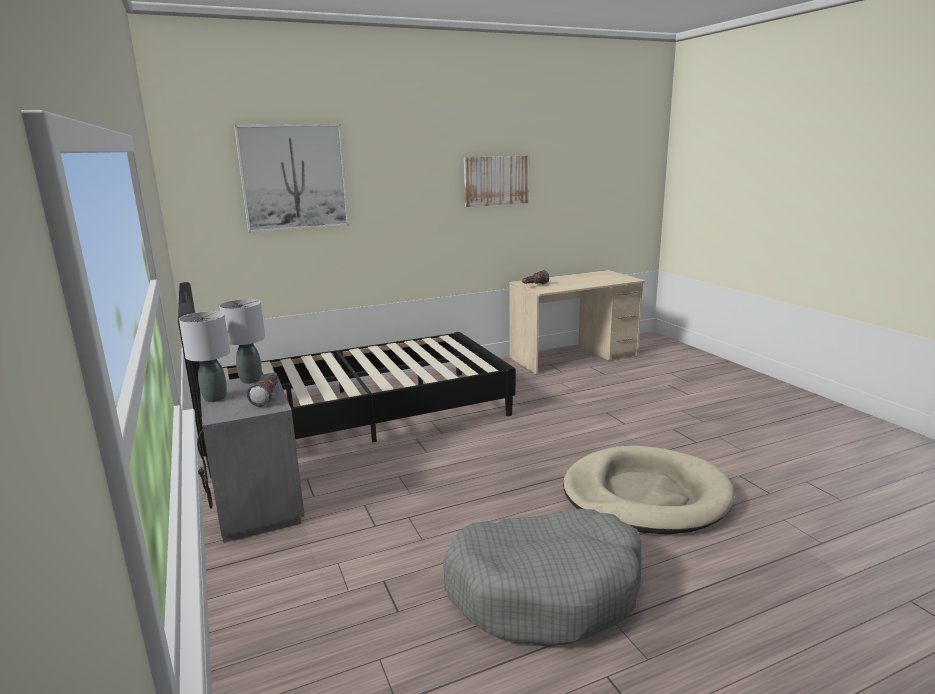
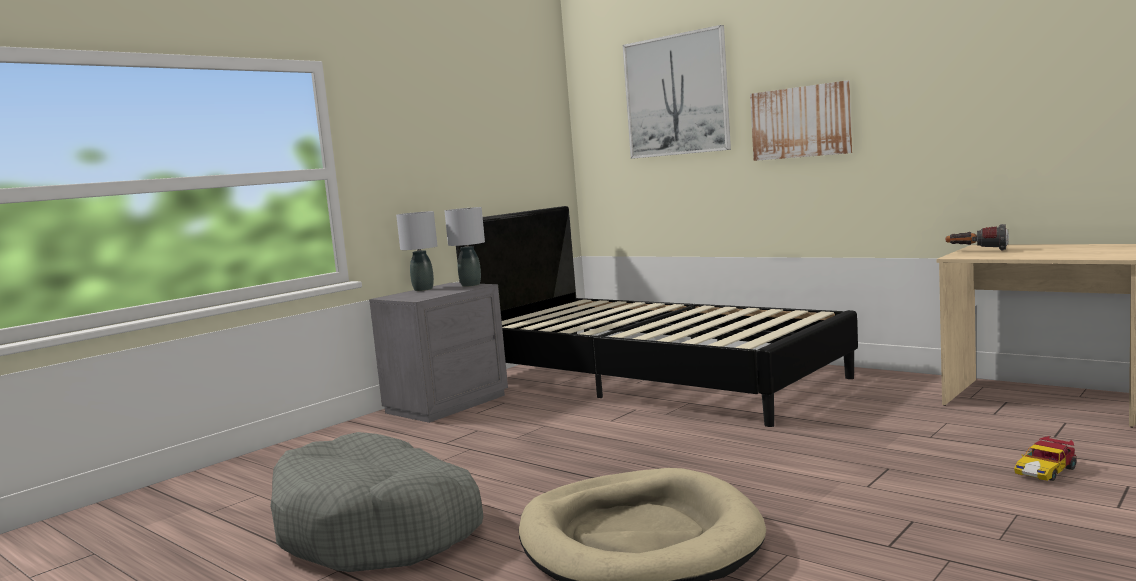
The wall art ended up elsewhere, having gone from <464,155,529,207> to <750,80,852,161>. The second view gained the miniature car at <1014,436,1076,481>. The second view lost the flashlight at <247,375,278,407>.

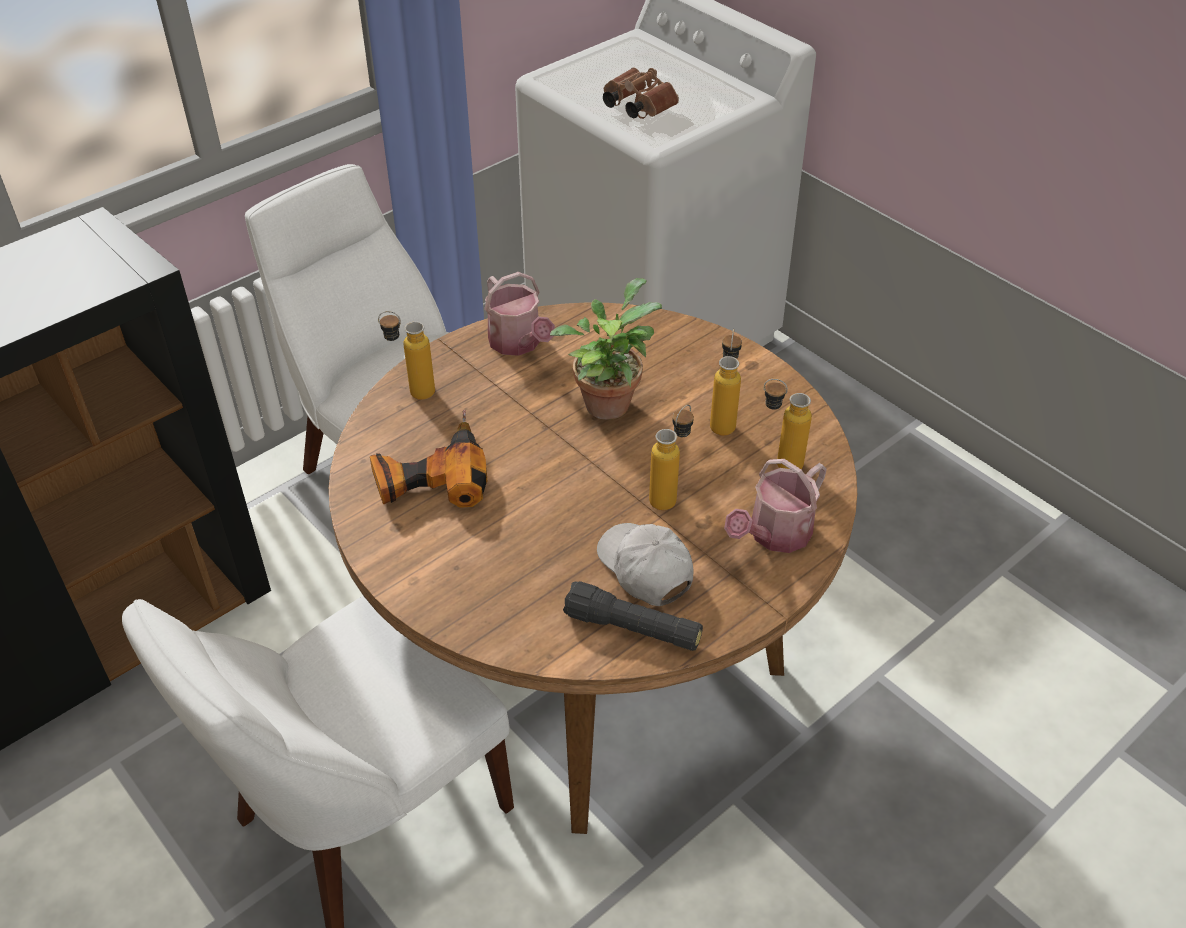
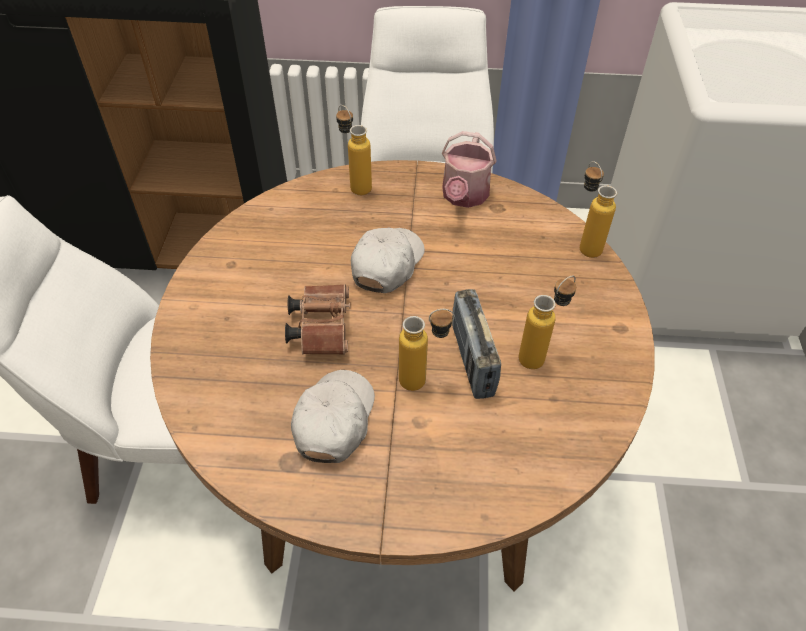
The brownish pair of binoculars ended up elsewhere, having gone from <603,67,679,119> to <285,284,350,355>. The second view gained the white-coloured peaked cap at <351,228,425,293>. The second view gained the radio receiver at <452,289,501,399>. The drink bottle ended up elsewhere, having gone from <764,379,812,469> to <580,161,617,258>. The second view lost the electric drill at <370,410,488,508>. The second view lost the plant in a pot at <550,278,662,420>. The second view lost the black-coloured flashlight at <563,581,703,651>. The second view lost the sprinkling can at <724,459,827,553>.

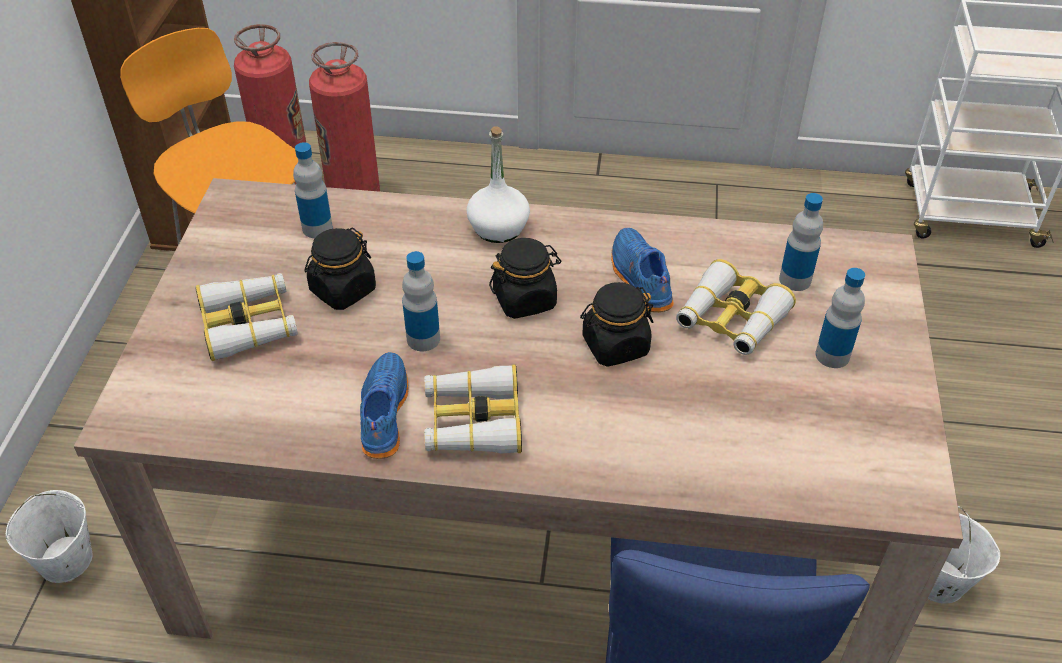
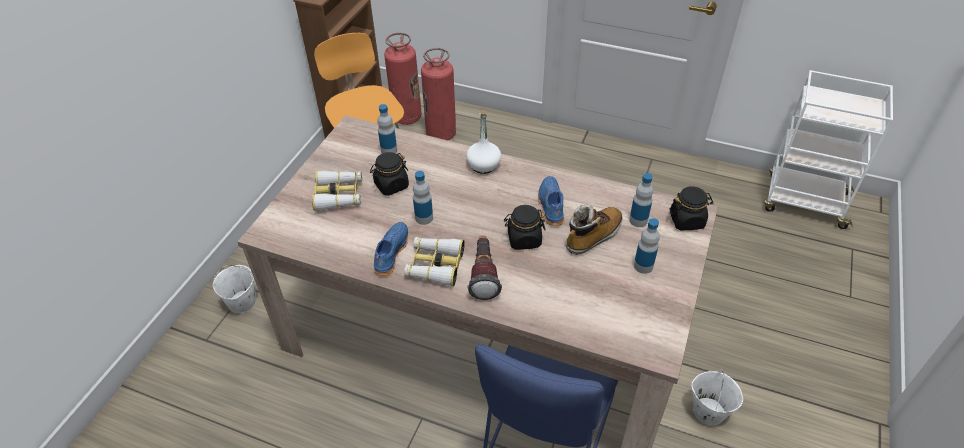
The second view gained the flashlight at <468,236,502,300>. Where the pair of binoculars stood at <676,259,796,355>, the high-top boot came to stand at <566,204,623,255>. The black-coloured storage jar ended up elsewhere, having gone from <489,238,561,319> to <669,186,713,230>.

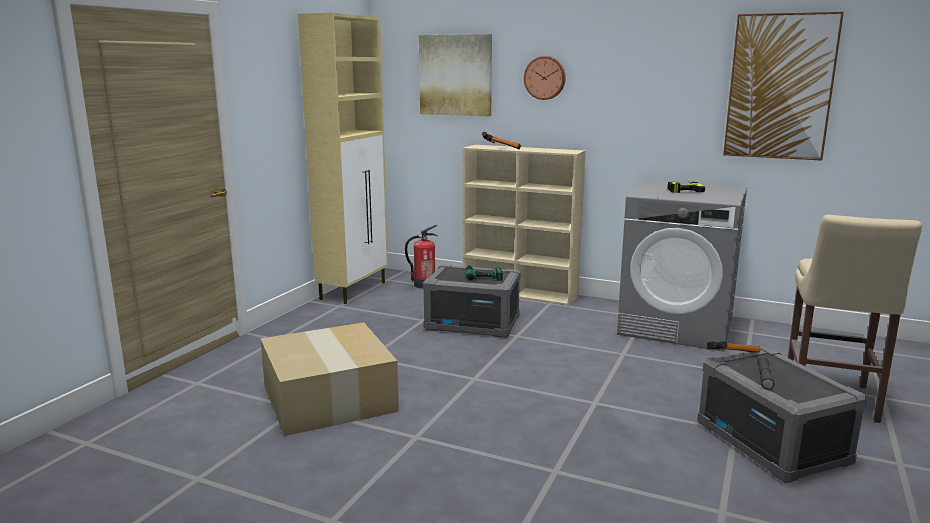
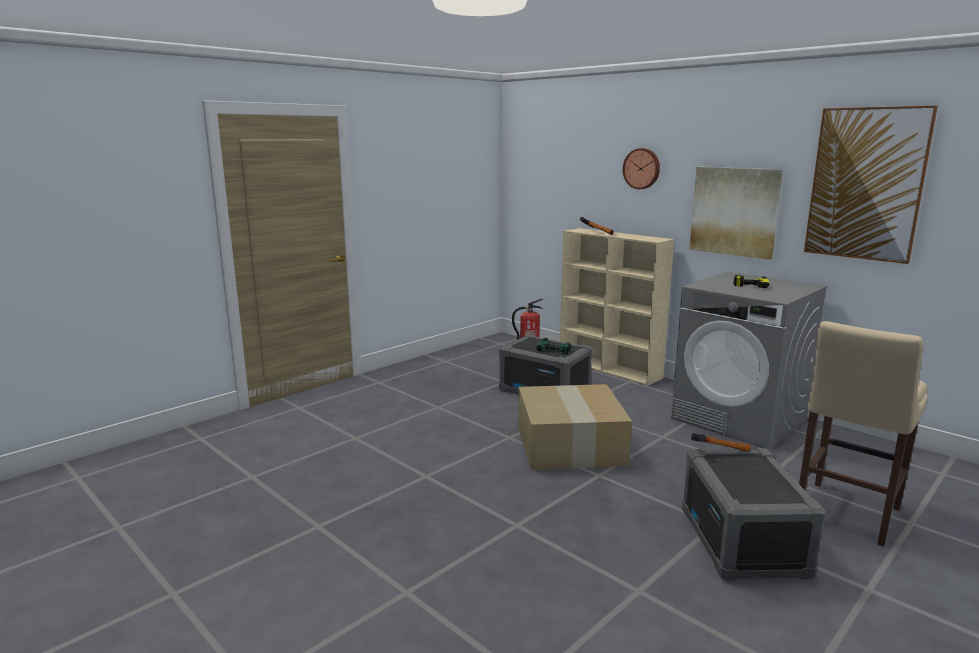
The cardboard box ended up elsewhere, having gone from <260,322,399,436> to <518,384,632,470>. The wall art ended up elsewhere, having gone from <419,34,492,116> to <690,167,783,260>. The second view lost the beige storage cabinet at <298,13,388,304>. The second view lost the grey flashlight at <757,355,775,390>.

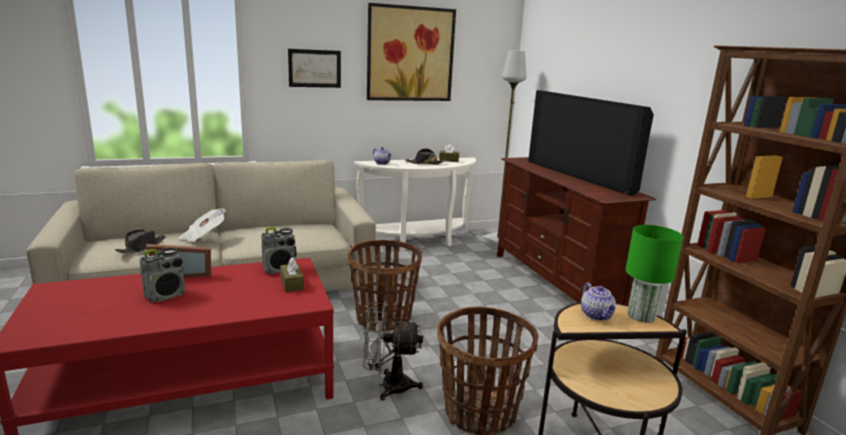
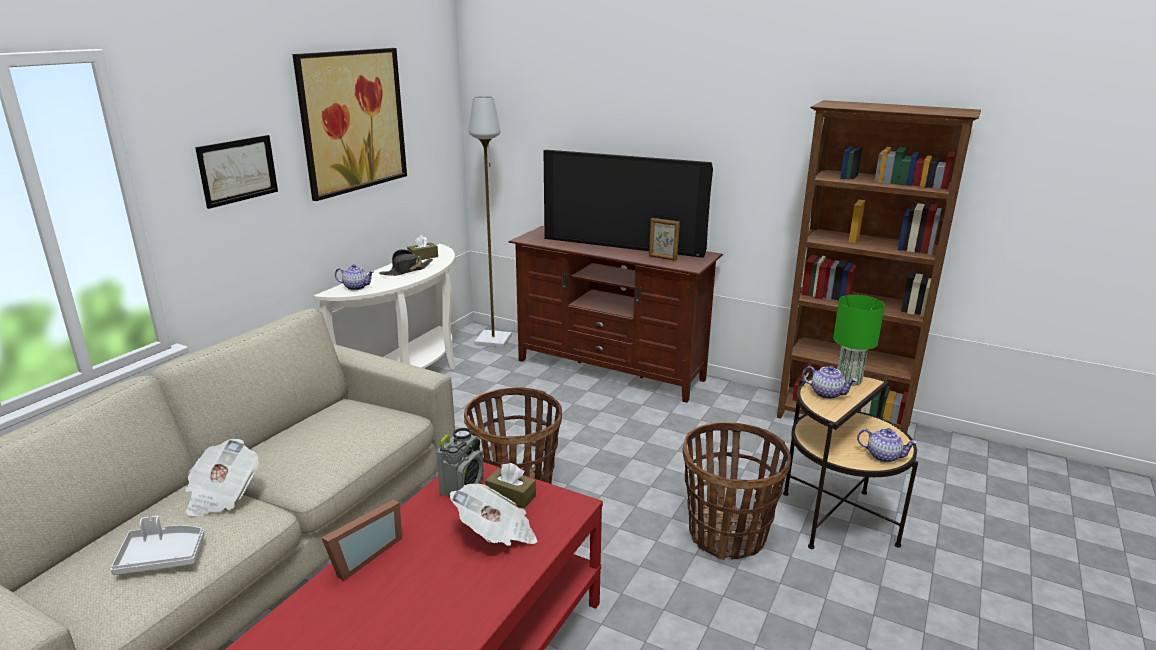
Where the black-coloured clothing hat stood at <115,229,166,254>, the grey tray came to stand at <111,516,205,575>. The second view gained the printed paper at <450,484,538,546>. The second view gained the picture frame at <649,218,680,261>. The second view gained the tea pot at <857,428,917,463>. The second view lost the radio receiver at <139,248,185,302>. The second view lost the grey electric fan at <362,302,423,401>.

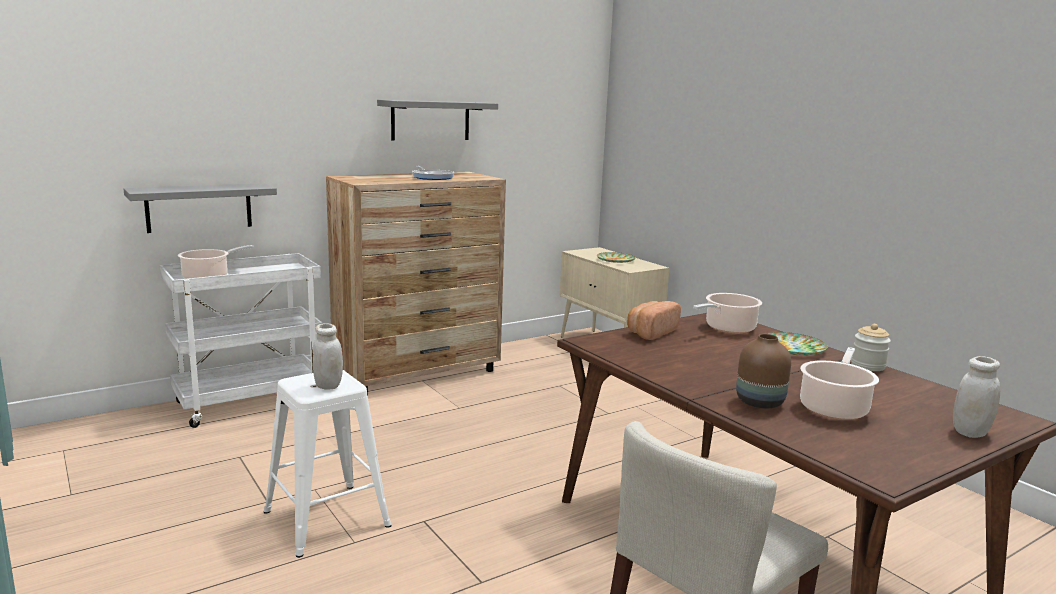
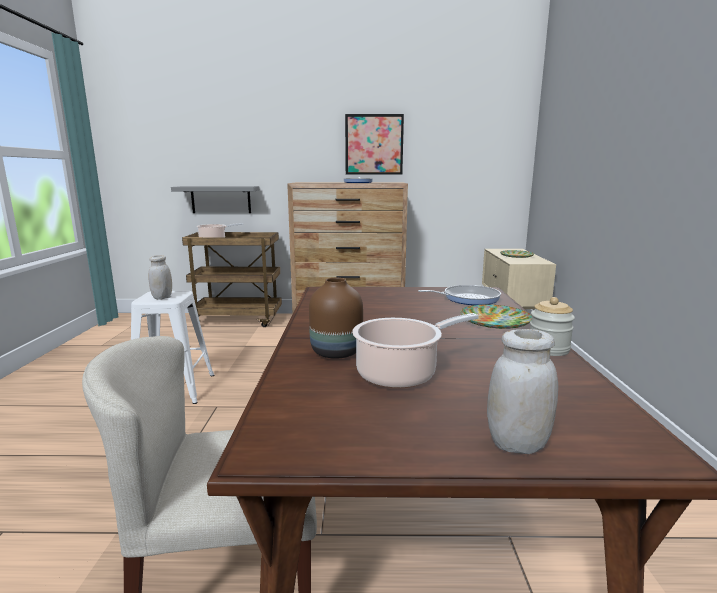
What was the white-coloured trolley at <160,253,323,428> turned into the brownish trolley at <182,232,282,327>. Where the grey bracket shelf hung at <377,100,498,140>, the wall art came to hang at <345,114,404,175>. Where the saucepot stood at <693,293,762,333>, the frying pan came to stand at <418,285,501,305>. The second view lost the baked bread at <627,301,681,340>.

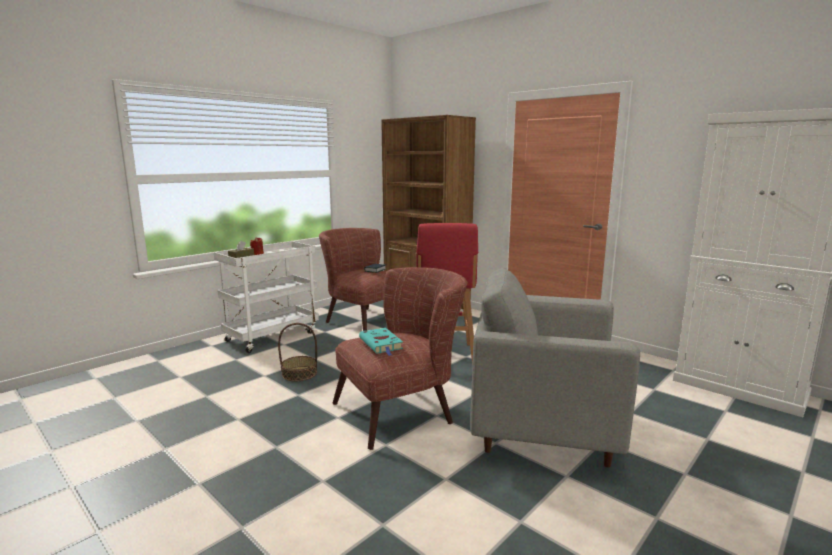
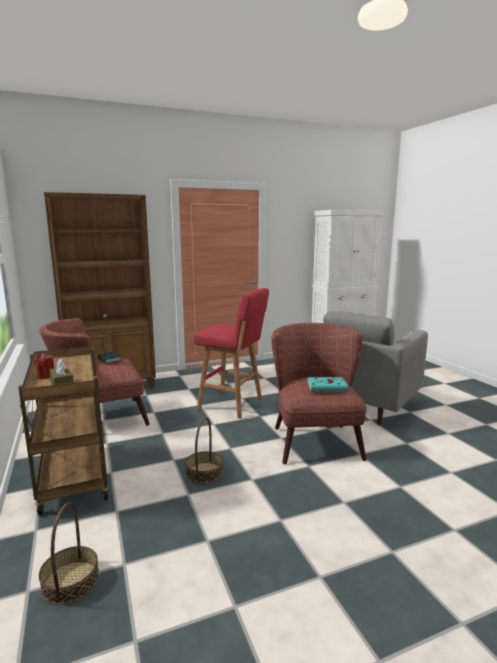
What was the white-coloured trolley at <214,241,319,353> turned into the brownish trolley at <18,346,109,515>. The second view gained the storage basket at <39,502,99,605>.

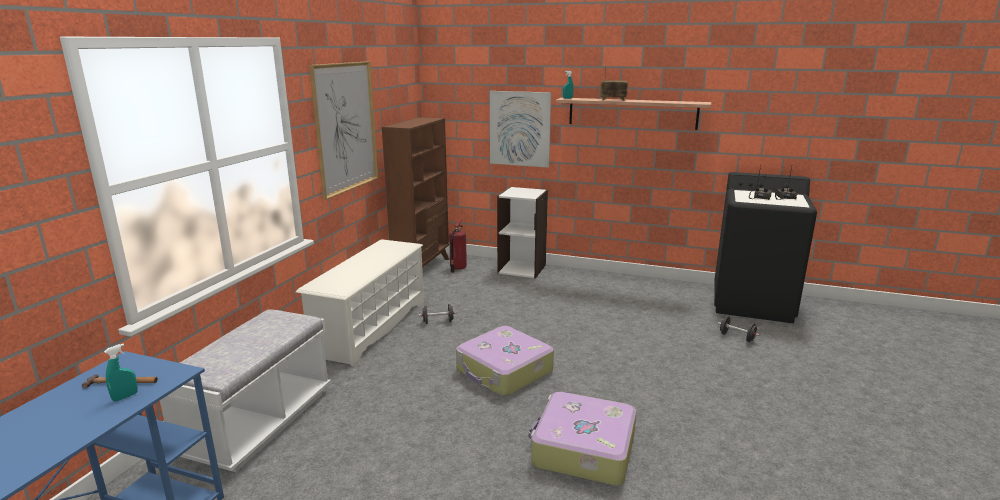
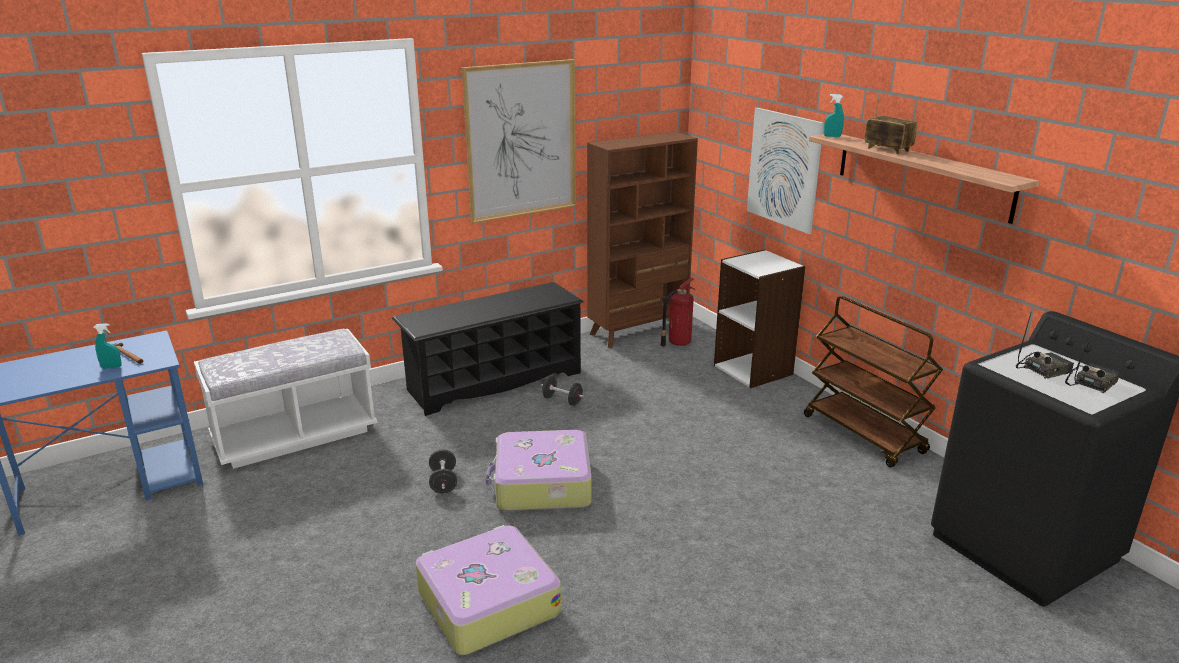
What was the white-coloured shoe stand at <296,239,424,367> turned into the black-coloured shoe stand at <392,282,584,416>. The black-coloured free weight ended up elsewhere, having gone from <718,316,760,342> to <429,449,457,494>. The second view gained the brownish trolley at <804,296,943,468>.

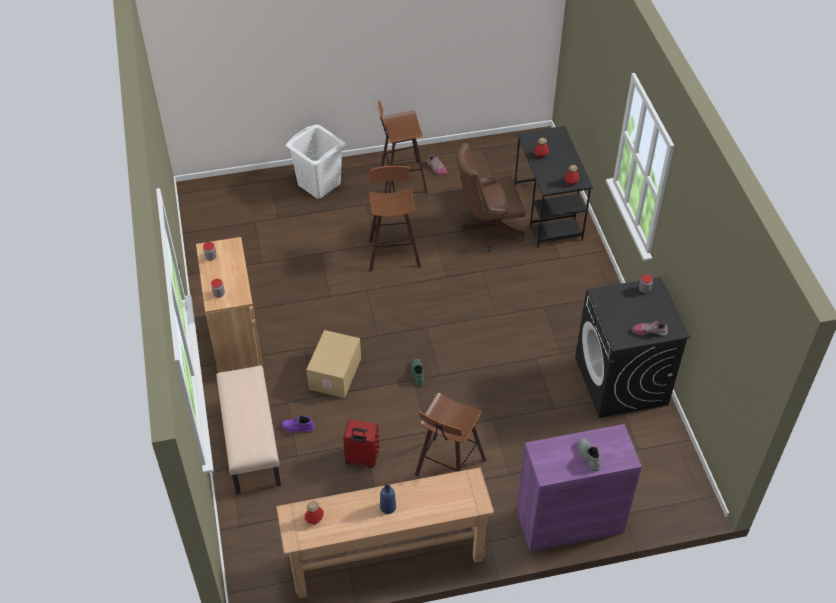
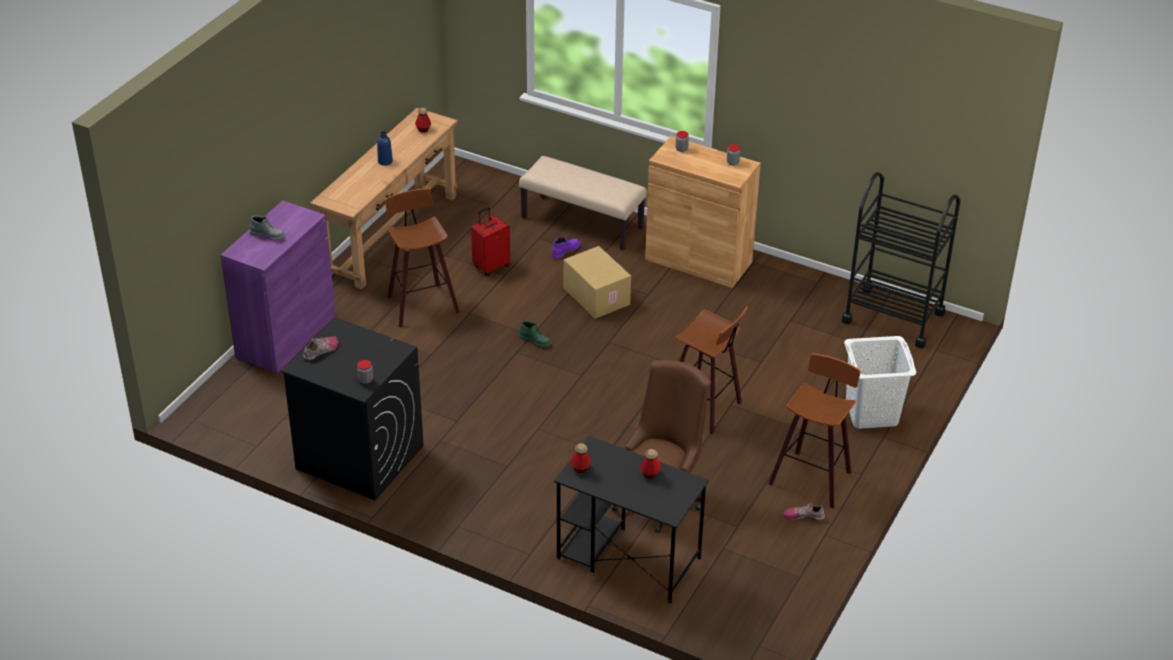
The second view gained the black-coloured trolley at <842,172,961,348>.

